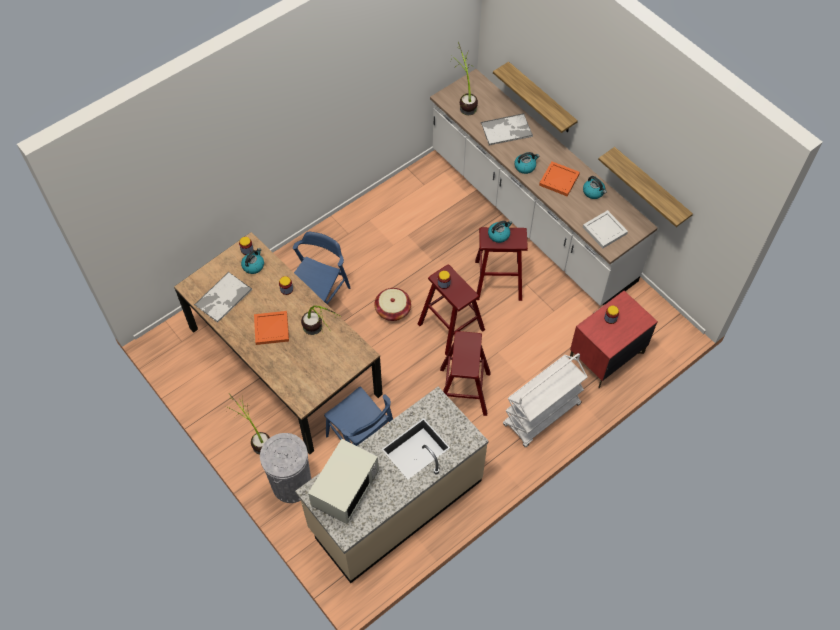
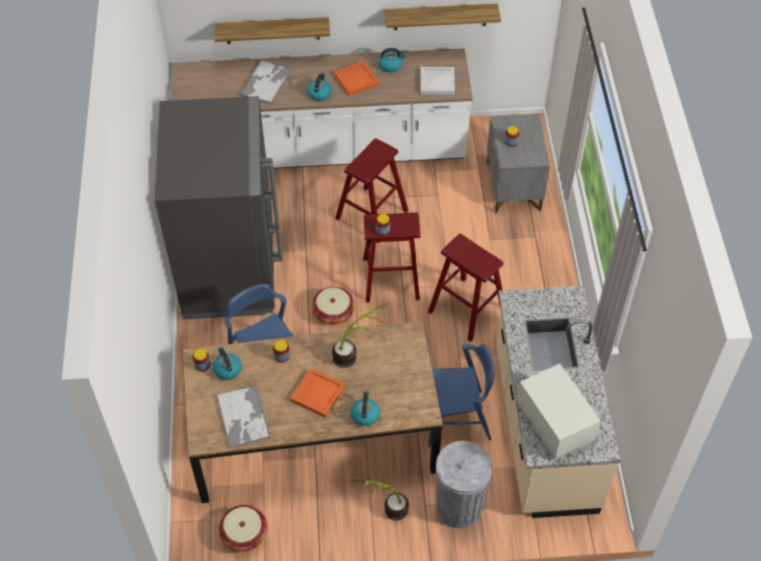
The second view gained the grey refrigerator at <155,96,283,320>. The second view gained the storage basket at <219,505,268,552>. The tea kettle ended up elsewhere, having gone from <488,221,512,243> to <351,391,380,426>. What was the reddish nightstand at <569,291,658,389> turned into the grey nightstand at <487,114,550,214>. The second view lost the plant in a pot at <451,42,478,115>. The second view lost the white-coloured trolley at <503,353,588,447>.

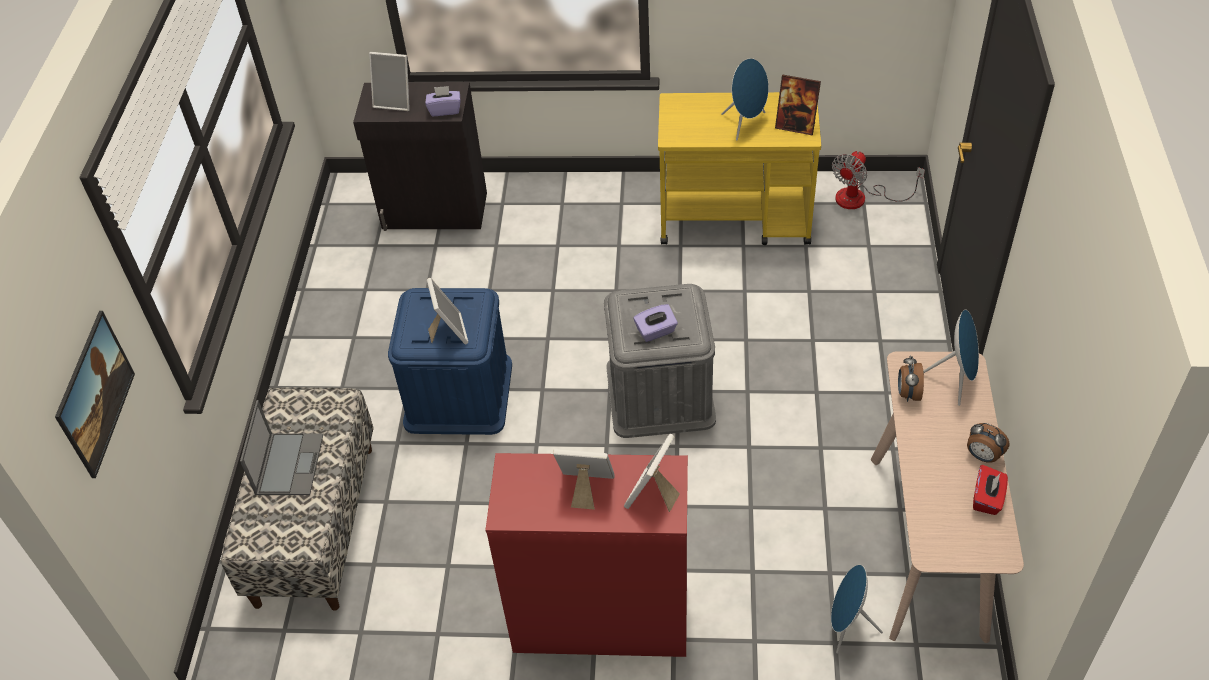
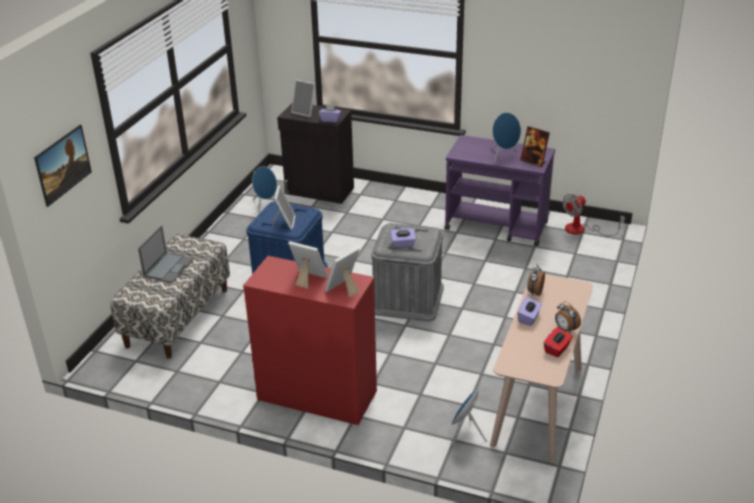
The blue audio speaker ended up elsewhere, having gone from <923,309,979,406> to <252,167,277,212>. What was the yellow-coloured trolley at <658,92,821,245> turned into the purple-coloured trolley at <444,135,555,246>. The second view gained the purple-coloured tissue holder at <517,297,542,326>.

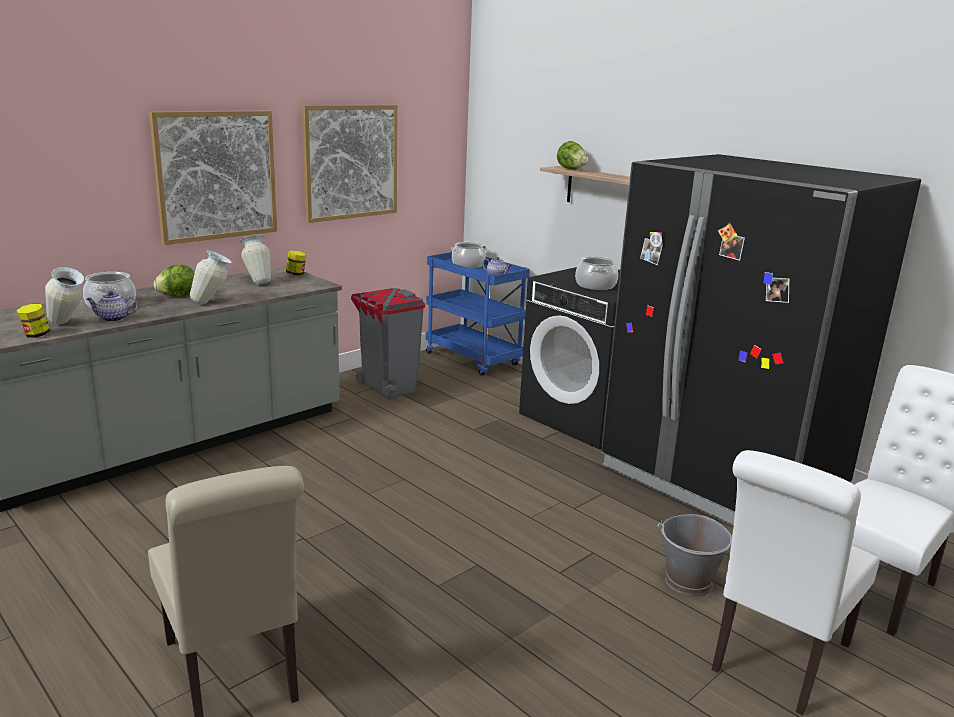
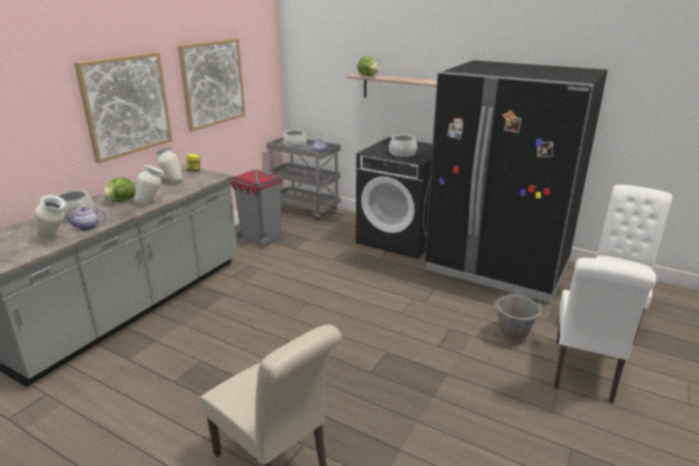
What was the blue trolley at <426,252,530,376> turned into the grey trolley at <266,137,341,220>. The second view lost the storage jar at <17,304,51,338>.

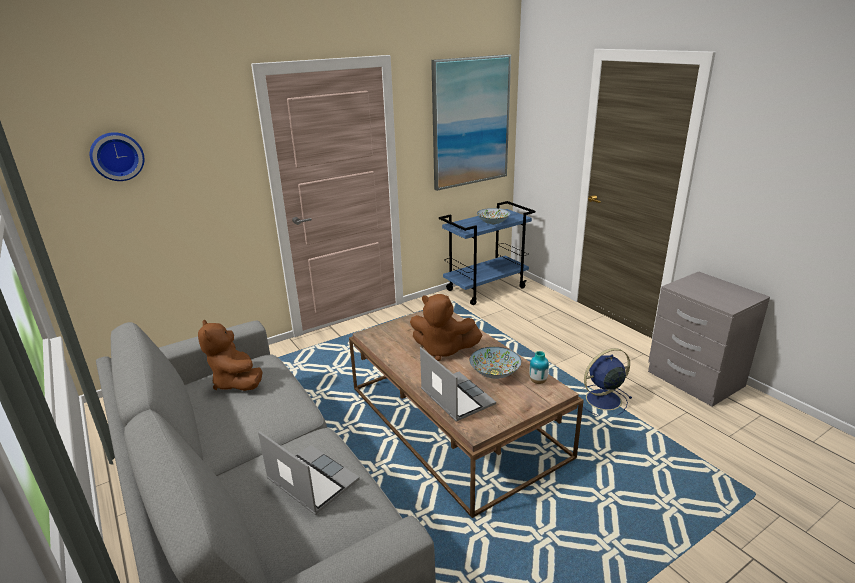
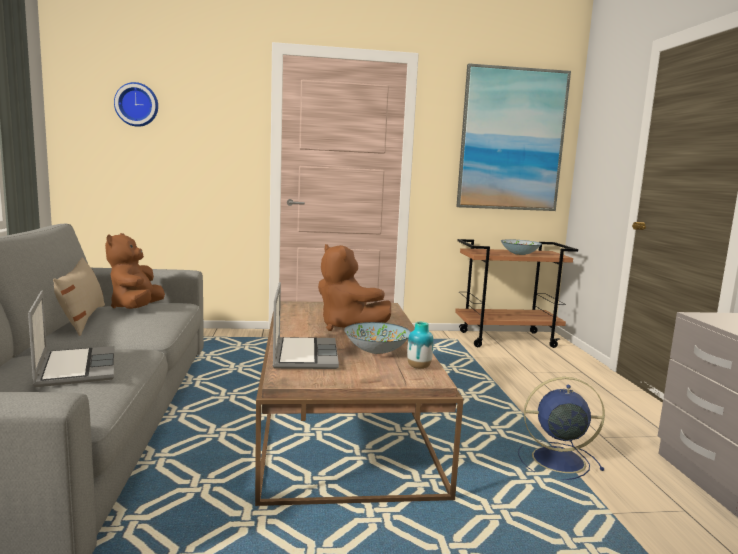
The second view gained the beige pillow at <53,257,105,336>. What was the blue trolley at <439,201,535,305> turned into the brownish trolley at <455,239,578,348>.

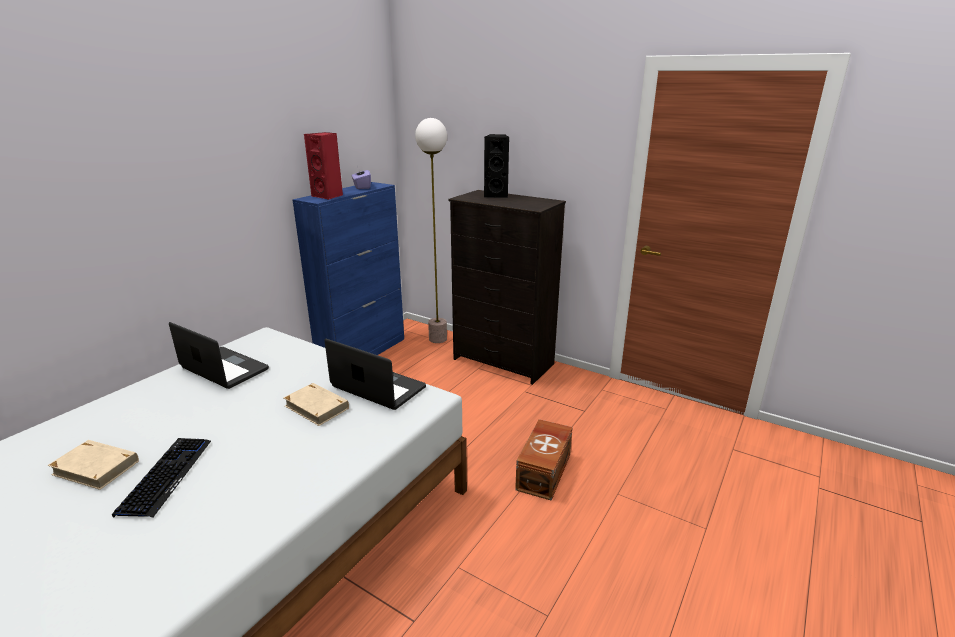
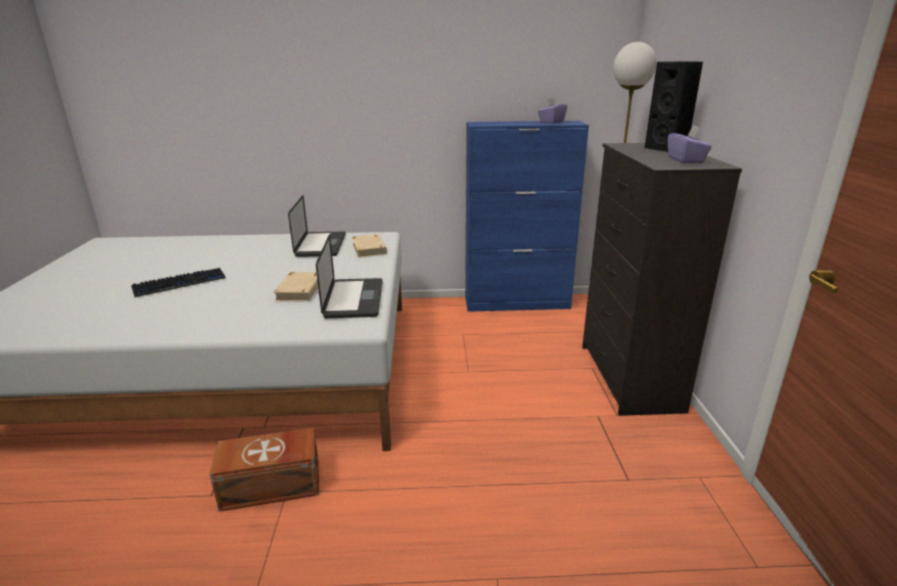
The brownish storage bin ended up elsewhere, having gone from <515,419,573,501> to <210,428,319,512>. The beige volume ended up elsewhere, having gone from <47,440,139,490> to <352,234,387,258>. The second view gained the purple-coloured tissue holder at <668,125,712,163>. The second view lost the reddish audio speaker at <304,132,343,200>.

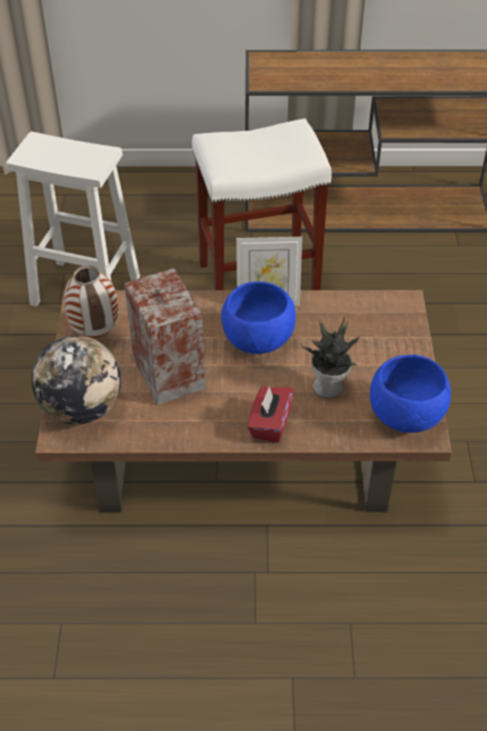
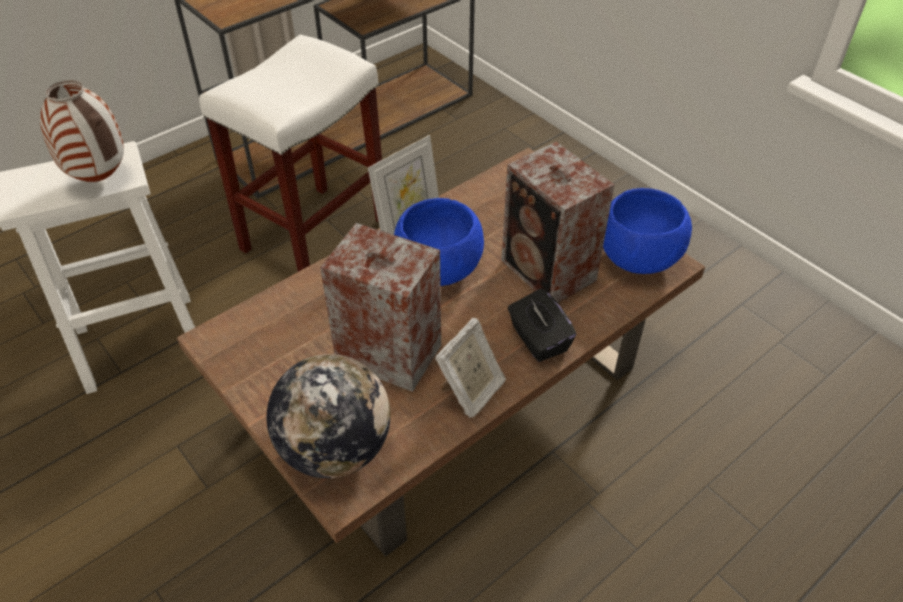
The flower vase ended up elsewhere, having gone from <64,265,119,338> to <40,80,124,182>. The second view gained the picture frame at <435,318,506,418>. Where the plant in a pot stood at <301,317,360,398>, the audio speaker came to stand at <501,142,614,303>. What was the reddish tissue holder at <247,386,294,443> turned into the black-coloured tissue holder at <508,288,577,362>.

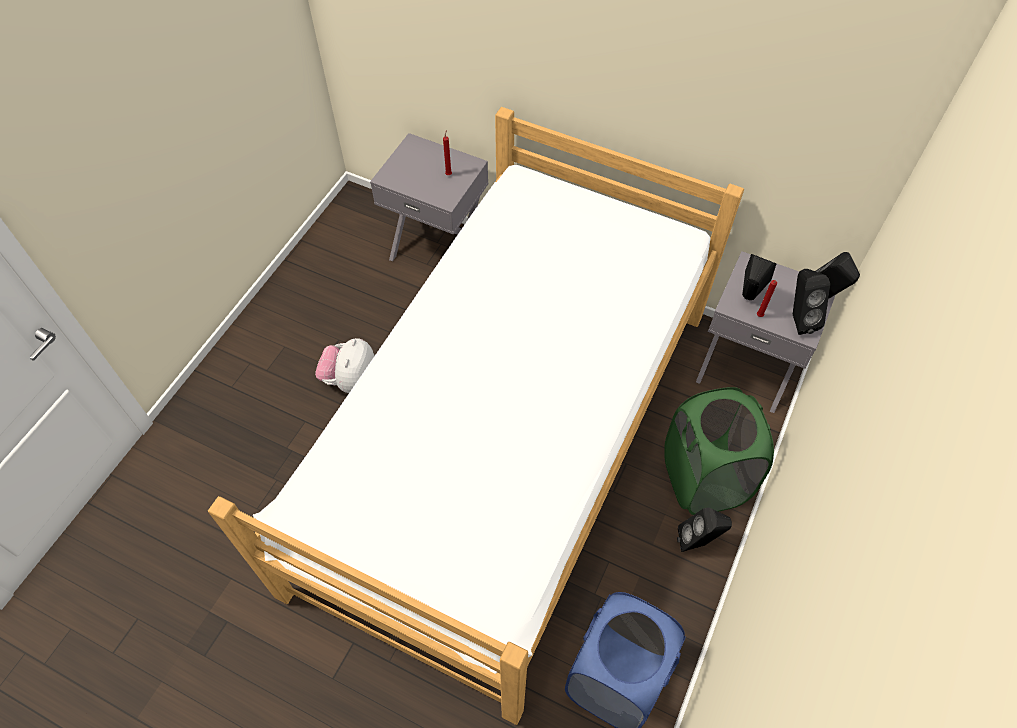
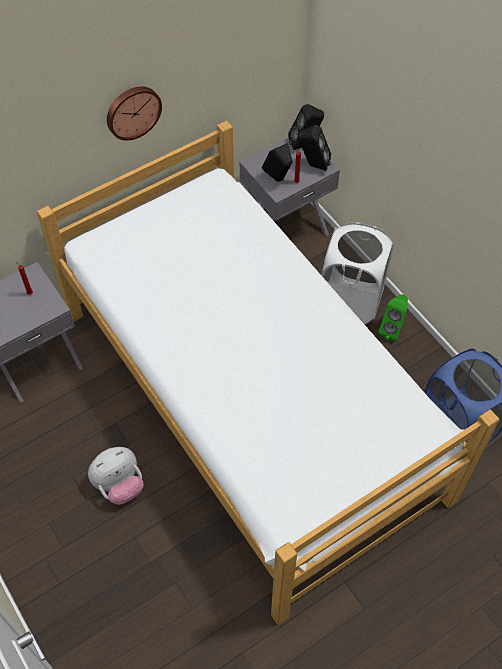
The plush toy at <315,338,375,393> ended up facing another way, 75 degrees counterclockwise from before. The second view gained the wall clock at <107,86,162,141>. What was the greenish hamper at <664,387,774,515> turned into the white-coloured hamper at <322,222,394,324>. What was the black-coloured audio speaker at <677,508,732,552> turned into the greenish audio speaker at <378,295,408,342>.

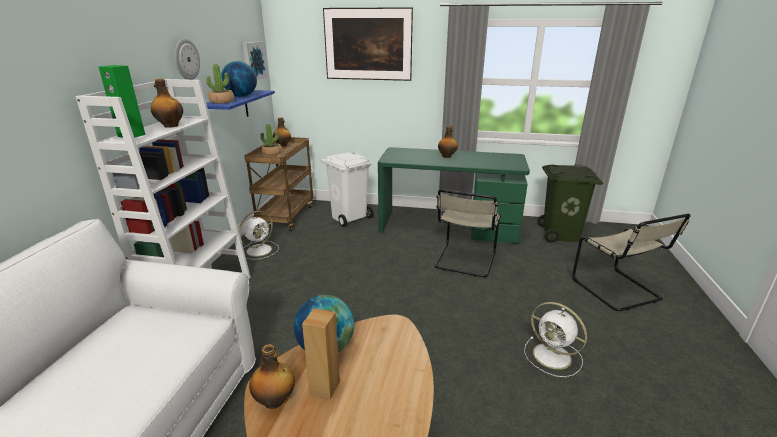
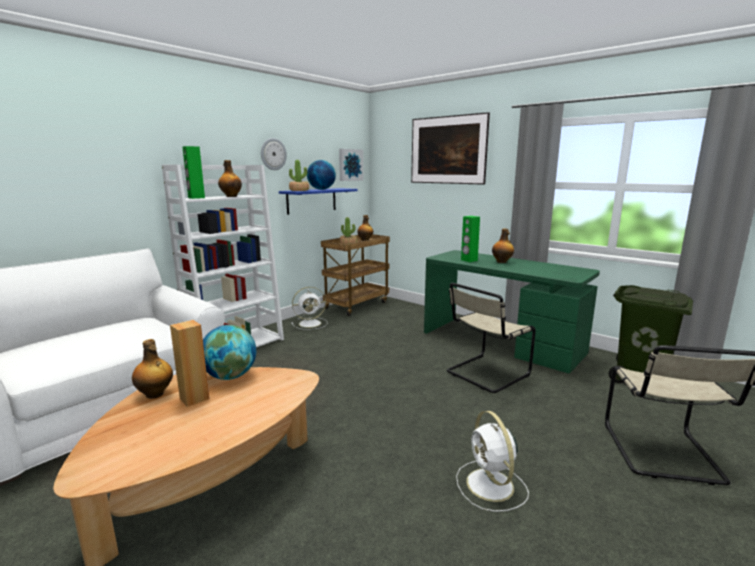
The second view gained the greenish audio speaker at <461,216,480,262>. The second view lost the white-coloured trash can at <321,152,374,227>.

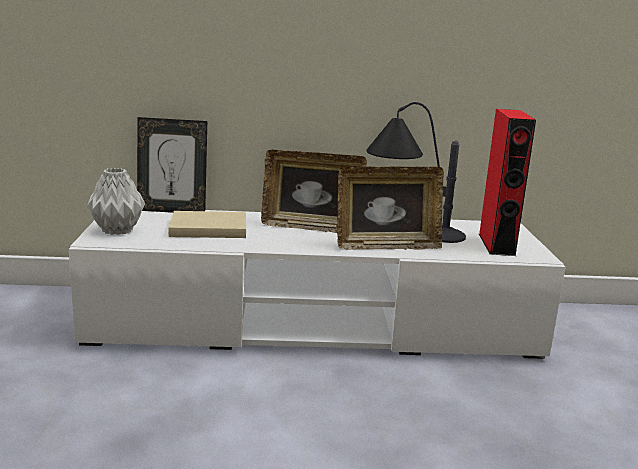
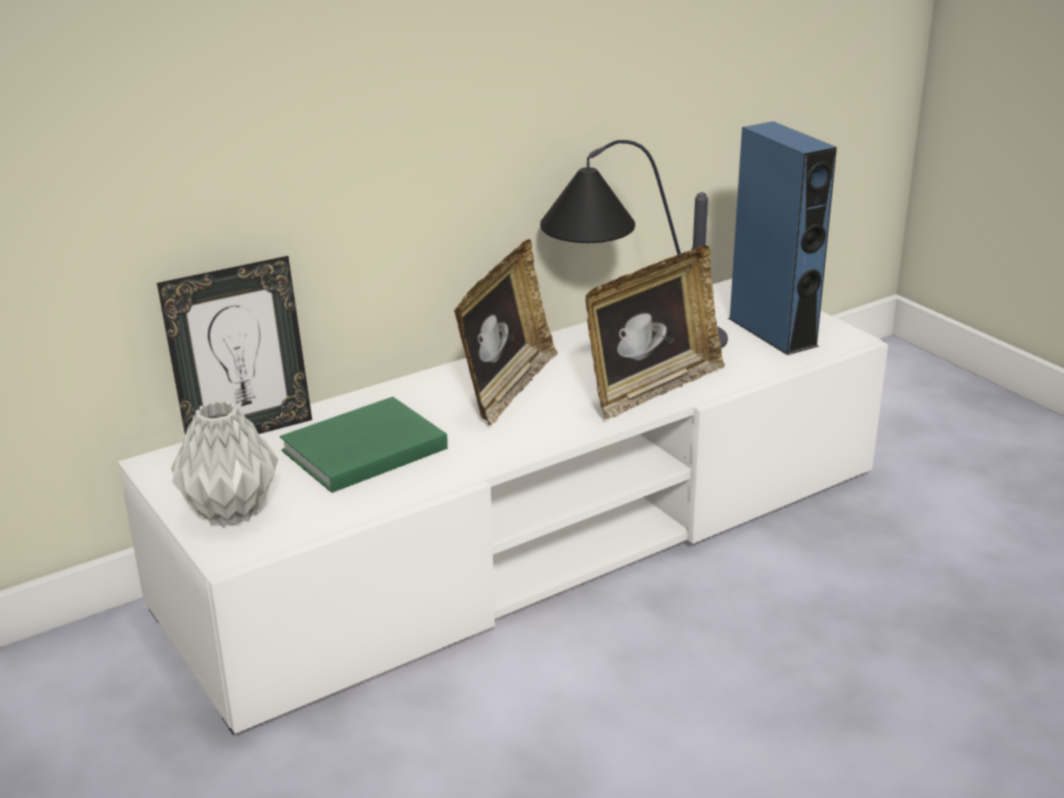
What was the beige volume at <168,211,246,238> turned into the greenish volume at <280,397,448,493>. The picture frame at <261,150,367,233> ended up facing another way, 45 degrees counterclockwise from before. What was the reddish audio speaker at <479,109,536,256> turned into the blue audio speaker at <728,121,837,355>.

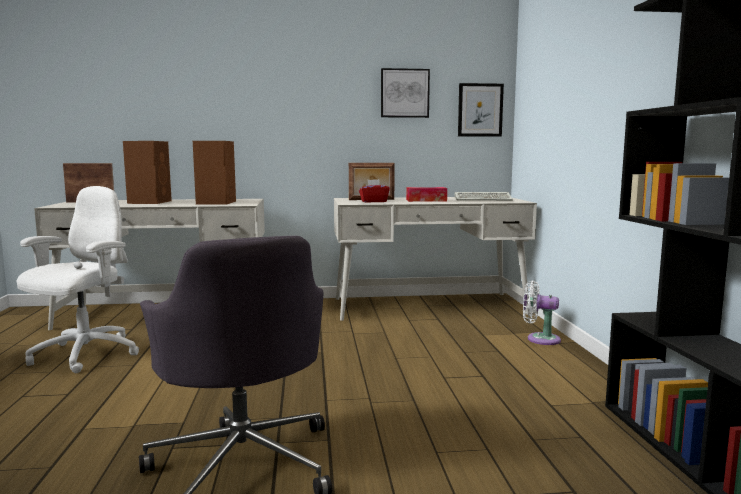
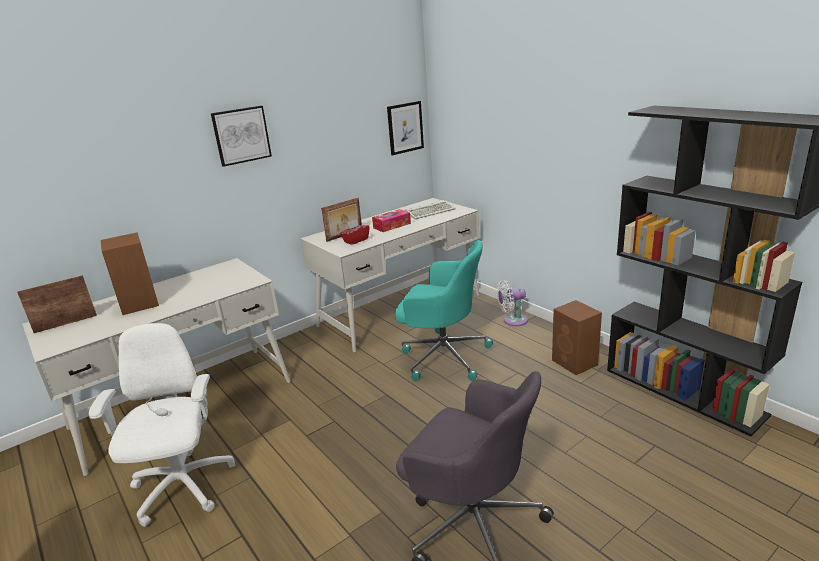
The wall art ended up elsewhere, having gone from <381,68,430,118> to <211,106,272,167>. The second view gained the turquoise-coloured desk chair at <395,240,493,381>. The brownish audio speaker ended up elsewhere, having gone from <193,141,236,204> to <552,300,602,375>.

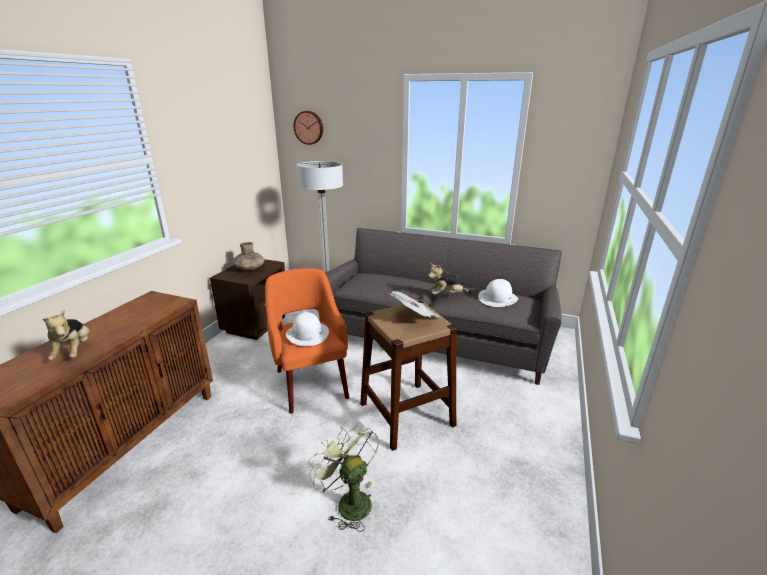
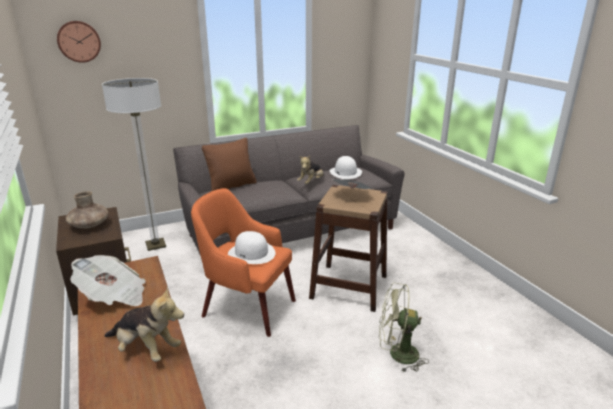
The second view gained the printed paper at <70,255,146,306>. The second view gained the brownish pillow at <202,138,257,191>.

